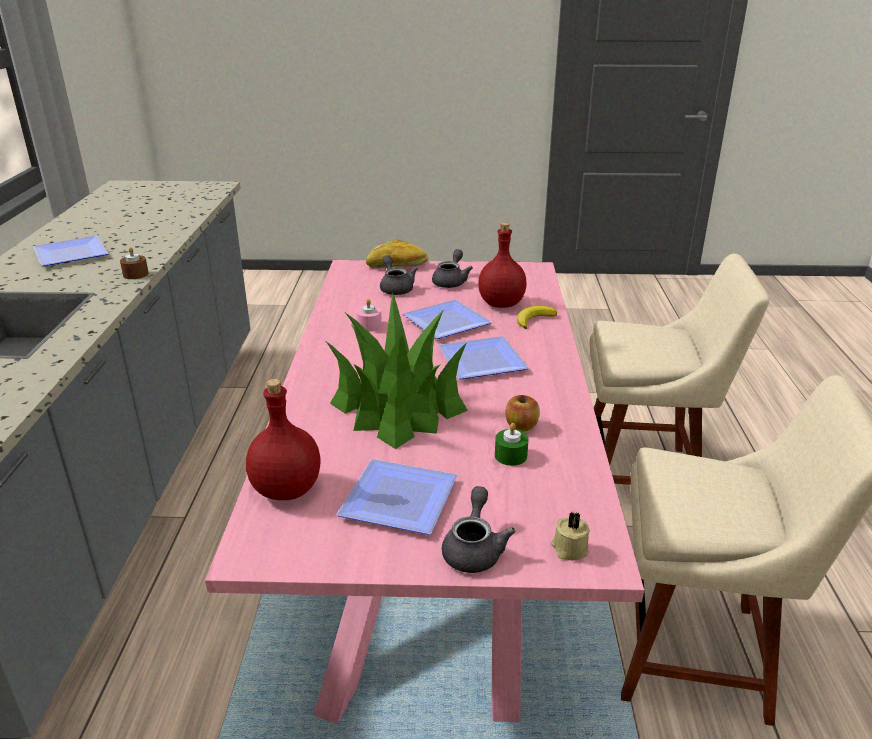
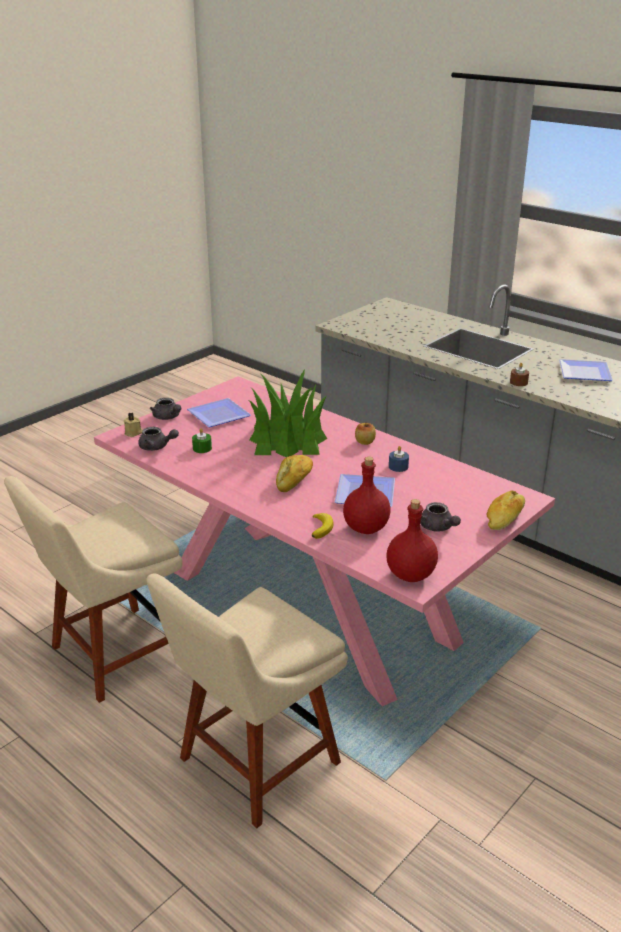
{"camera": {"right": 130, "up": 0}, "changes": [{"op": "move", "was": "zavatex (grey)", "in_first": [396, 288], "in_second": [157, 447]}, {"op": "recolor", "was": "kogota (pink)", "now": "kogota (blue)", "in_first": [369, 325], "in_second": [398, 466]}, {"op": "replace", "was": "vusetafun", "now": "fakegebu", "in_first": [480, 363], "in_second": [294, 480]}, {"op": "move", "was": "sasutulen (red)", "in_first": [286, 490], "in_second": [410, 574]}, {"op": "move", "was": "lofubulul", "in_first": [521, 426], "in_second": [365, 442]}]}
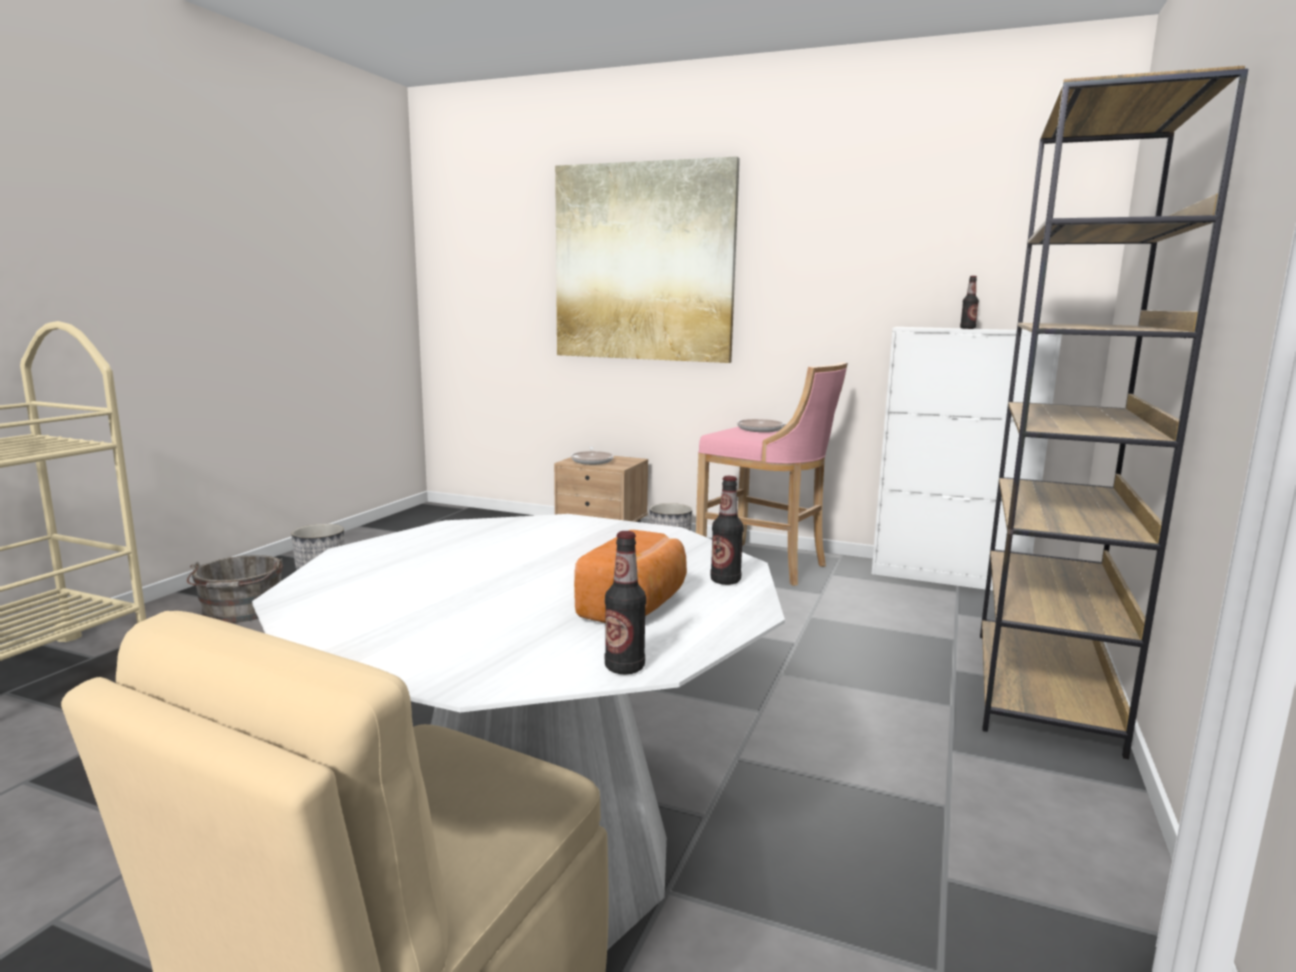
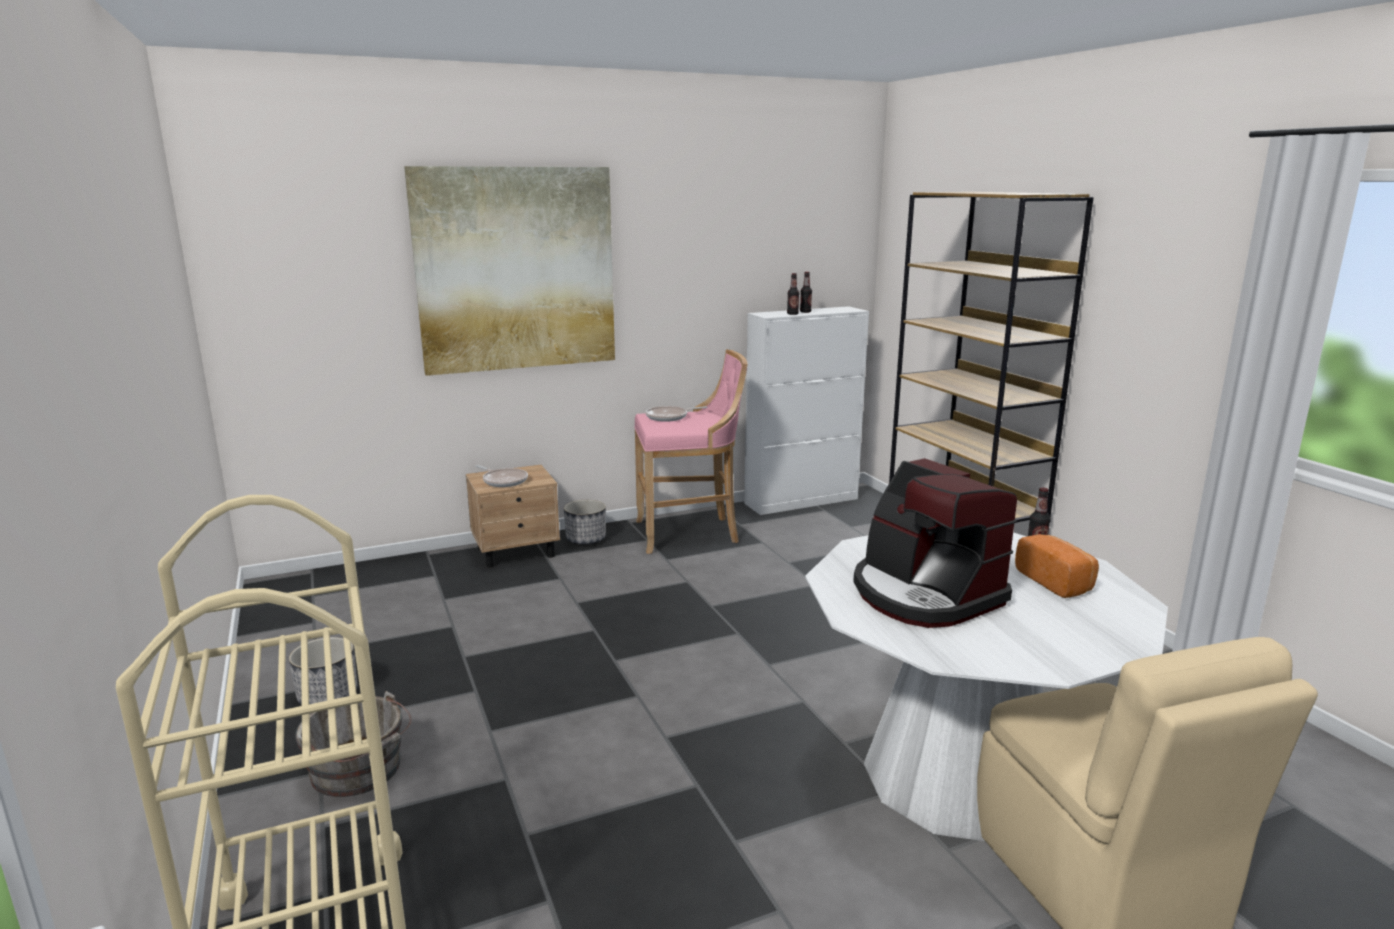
{"camera": {"right": -45, "up": 5}, "changes": [{"op": "move", "was": "sasutulen", "in_first": [624, 667], "in_second": [792, 314]}, {"op": "insert", "now": "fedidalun", "in_second": [924, 594]}]}
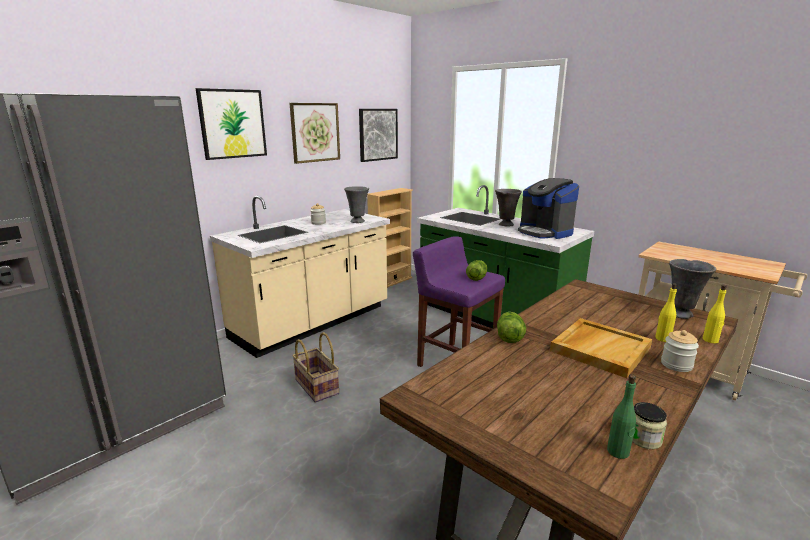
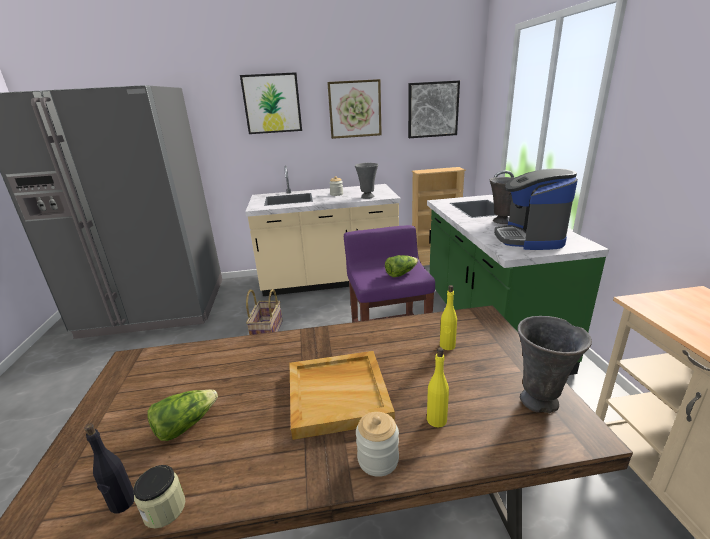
{"camera": {"right": 40, "up": 5}, "changes": [{"op": "move", "was": "sasutulen (yellow)", "in_first": [710, 340], "in_second": [447, 346]}, {"op": "move", "was": "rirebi", "in_first": [509, 336], "in_second": [185, 425]}, {"op": "recolor", "was": "sasutulen (green)", "now": "sasutulen (black)", "in_first": [618, 452], "in_second": [122, 502]}]}
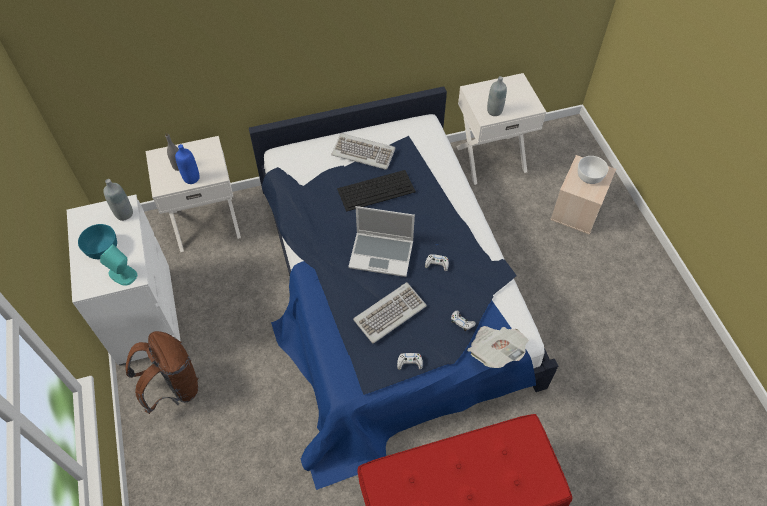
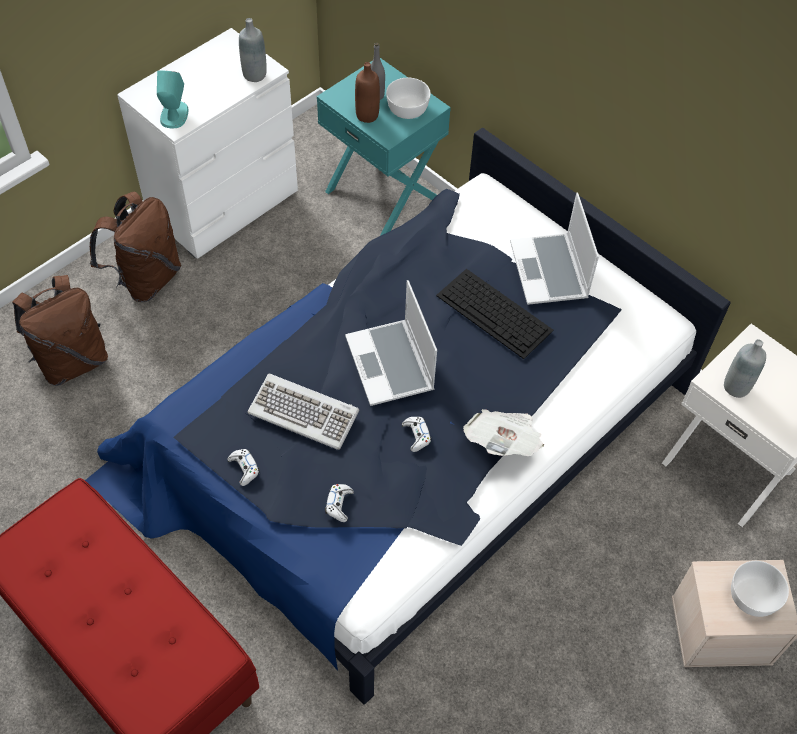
{"camera": {"right": 60, "up": 0}, "changes": [{"op": "replace", "was": "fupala", "now": "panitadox", "in_first": [364, 152], "in_second": [550, 271]}, {"op": "recolor", "was": "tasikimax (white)", "now": "tasikimax (turquoise)", "in_first": [206, 222], "in_second": [383, 193]}, {"op": "recolor", "was": "sasutulen (blue)", "now": "sasutulen (brown)", "in_first": [191, 178], "in_second": [367, 115]}, {"op": "delete", "was": "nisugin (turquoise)", "in_first": [102, 248]}, {"op": "move", "was": "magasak", "in_first": [495, 351], "in_second": [503, 443]}, {"op": "insert", "now": "nisugin (white)", "in_second": [407, 108]}, {"op": "insert", "now": "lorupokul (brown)", "in_second": [72, 360]}]}
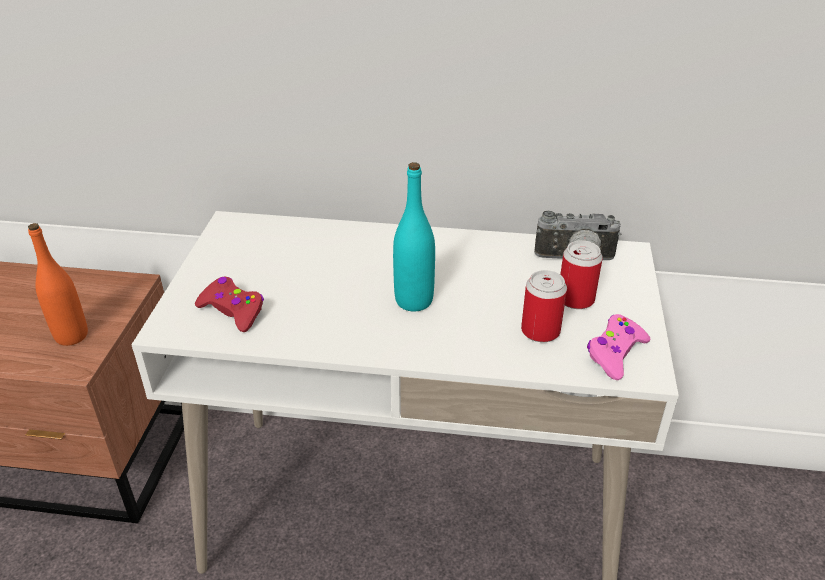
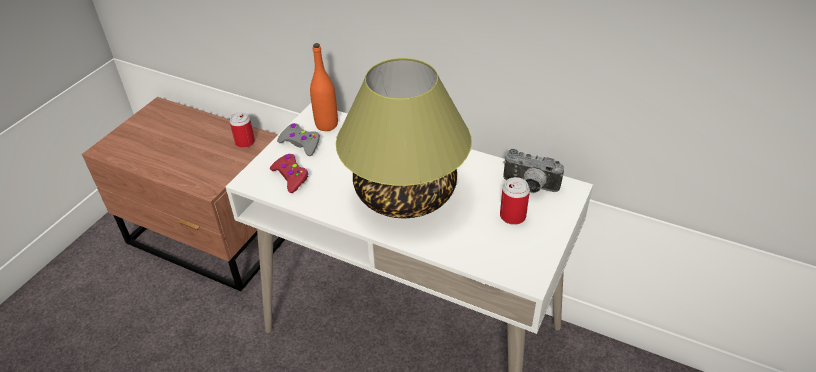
{"camera": {"right": 20, "up": 5}, "changes": [{"op": "replace", "was": "sasutulen (turquoise)", "now": "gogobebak", "in_first": [414, 301], "in_second": [404, 194]}, {"op": "move", "was": "sasutulen (orange)", "in_first": [71, 336], "in_second": [326, 125]}, {"op": "move", "was": "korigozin", "in_first": [540, 331], "in_second": [245, 142]}, {"op": "delete", "was": "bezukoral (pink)", "in_first": [615, 353]}, {"op": "insert", "now": "bezukoral (grey)", "in_second": [301, 143]}]}
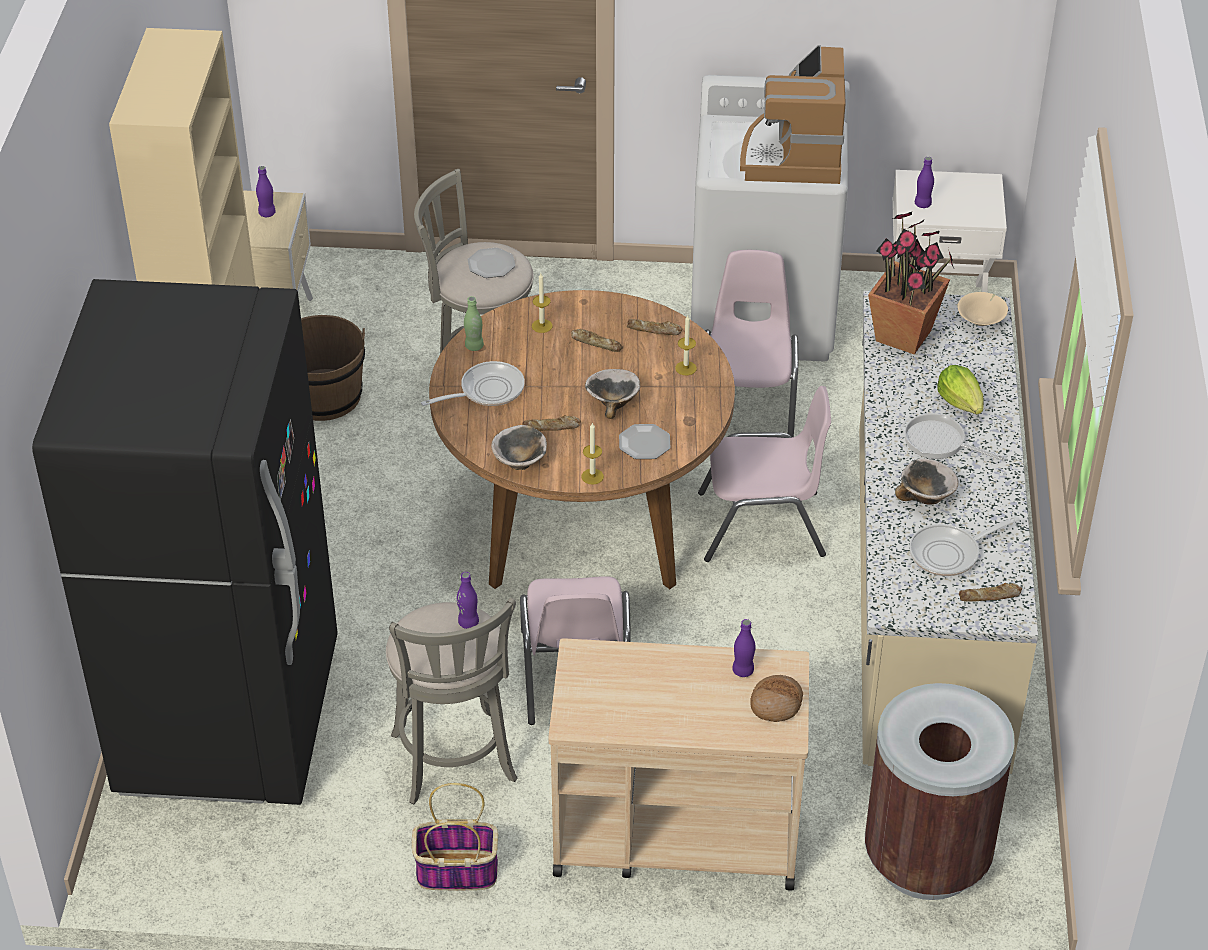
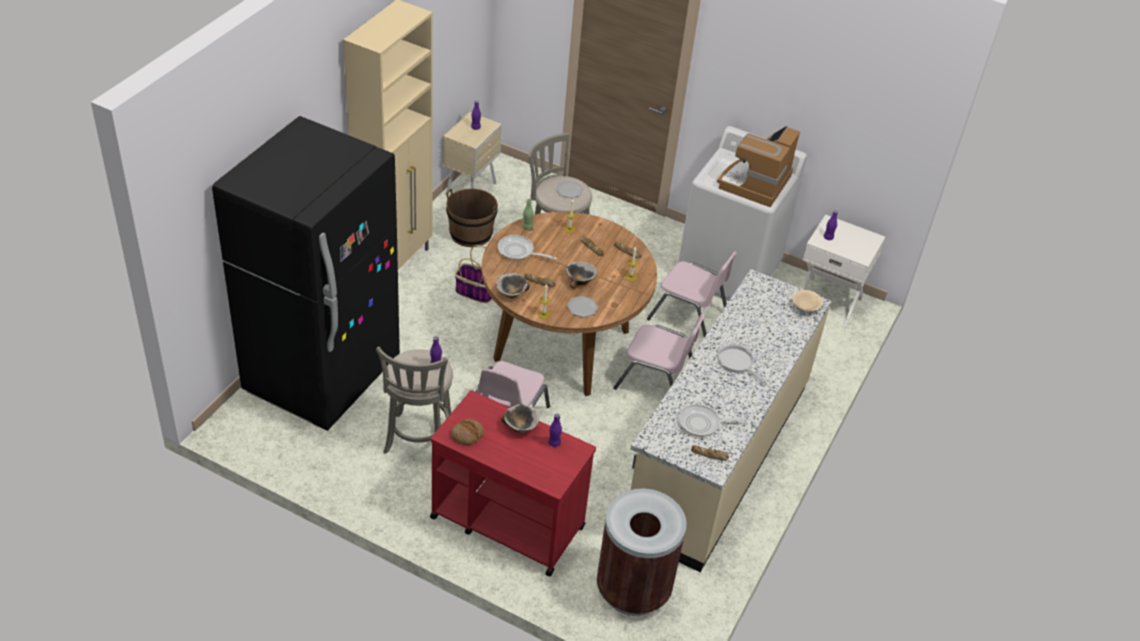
{"camera": {"right": 20, "up": 0}, "changes": [{"op": "delete", "was": "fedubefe", "in_first": [904, 336]}, {"op": "rotate", "was": "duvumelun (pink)", "in_first": [747, 406], "in_second": [688, 317], "clockwise": 90}, {"op": "rotate", "was": "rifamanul", "in_first": [486, 391], "in_second": [518, 252], "clockwise": -150}, {"op": "delete", "was": "rirebi", "in_first": [961, 402]}, {"op": "move", "was": "nisugin", "in_first": [926, 496], "in_second": [520, 427]}, {"op": "recolor", "was": "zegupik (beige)", "now": "zegupik (red)", "in_first": [674, 833], "in_second": [506, 521]}, {"op": "move", "was": "fakegebu", "in_first": [776, 703], "in_second": [467, 435]}, {"op": "move", "was": "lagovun", "in_first": [455, 872], "in_second": [474, 292]}]}
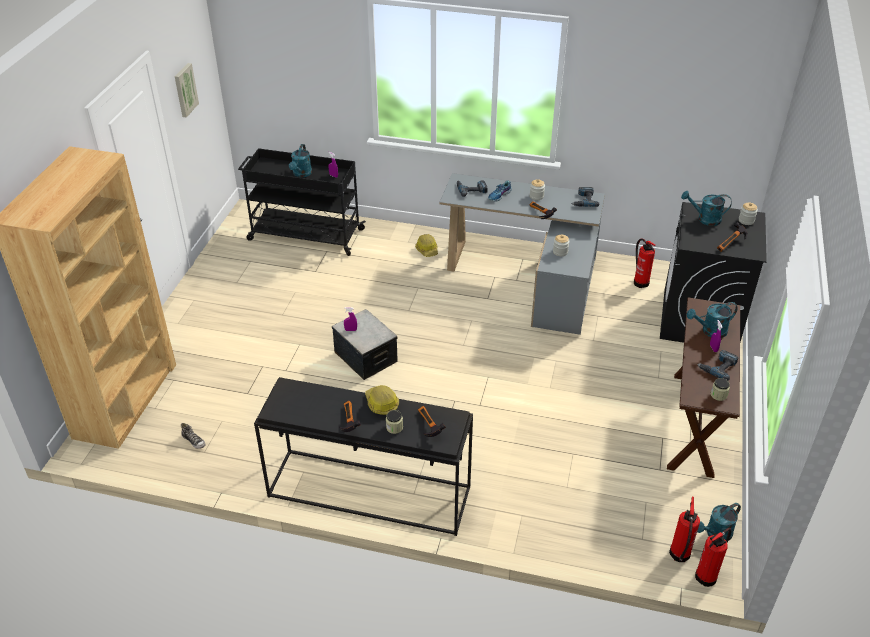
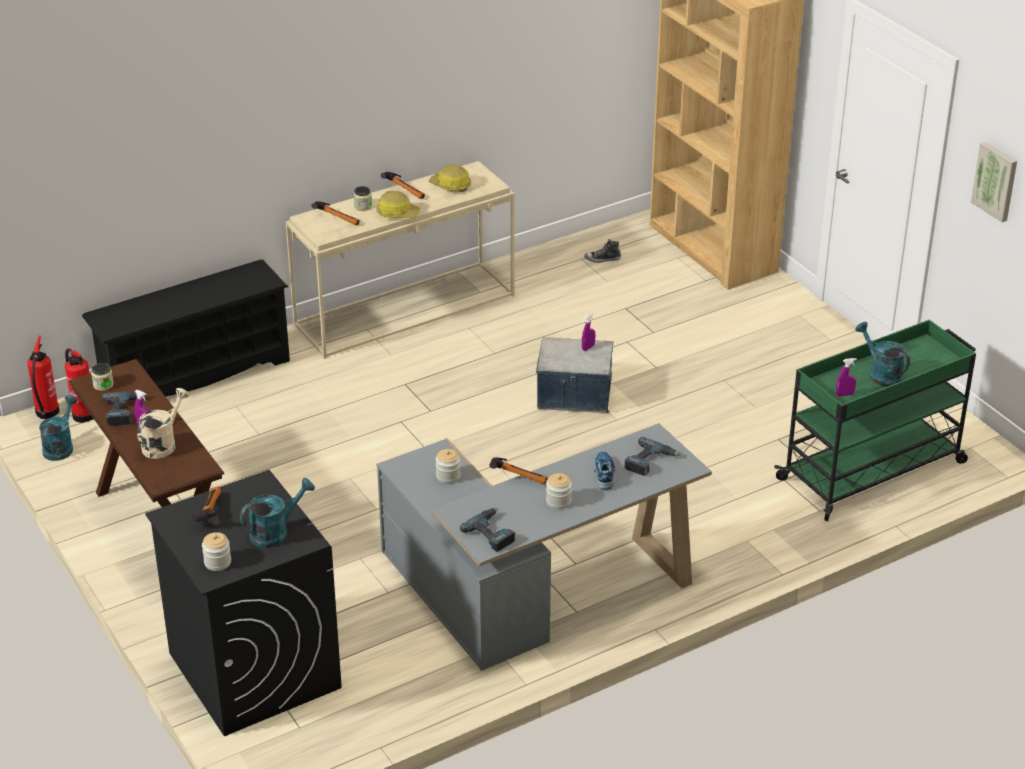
{"camera": {"right": 135, "up": -5}, "changes": [{"op": "recolor", "was": "zegupik (black)", "now": "zegupik (green)", "in_first": [304, 234], "in_second": [873, 470]}, {"op": "move", "was": "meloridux", "in_first": [427, 250], "in_second": [450, 186]}, {"op": "delete", "was": "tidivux", "in_first": [640, 282]}, {"op": "recolor", "was": "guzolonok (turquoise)", "now": "guzolonok (beige)", "in_first": [710, 331], "in_second": [163, 444]}, {"op": "recolor", "was": "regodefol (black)", "now": "regodefol (beige)", "in_first": [367, 493], "in_second": [405, 309]}, {"op": "insert", "now": "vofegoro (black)", "in_second": [194, 374]}]}
